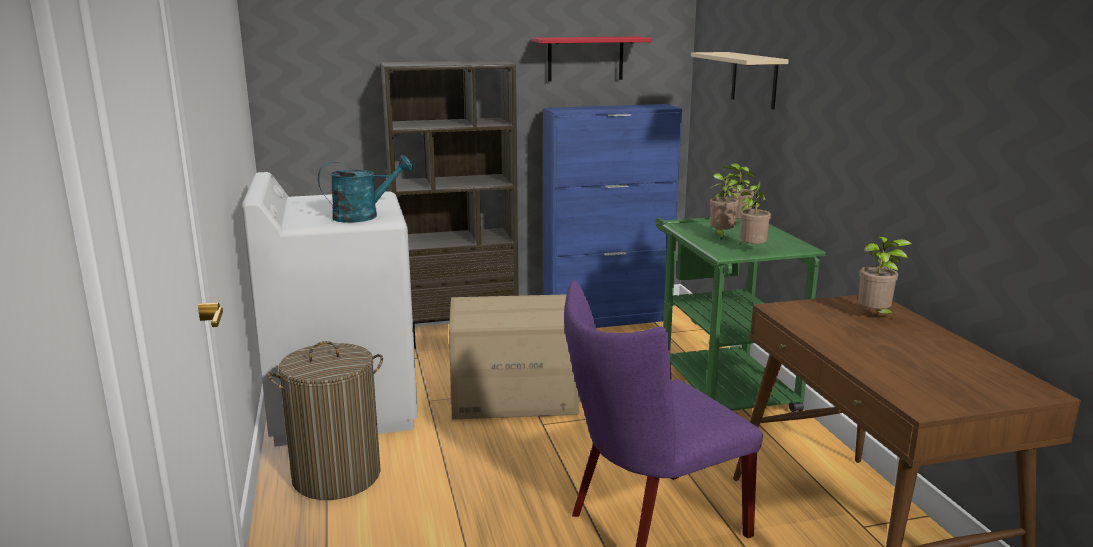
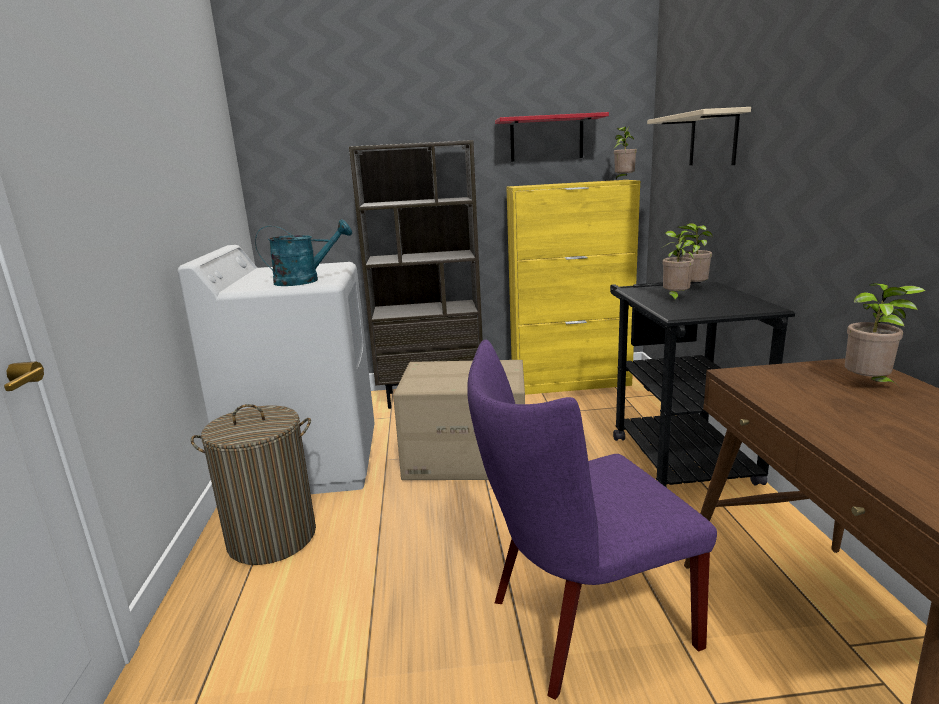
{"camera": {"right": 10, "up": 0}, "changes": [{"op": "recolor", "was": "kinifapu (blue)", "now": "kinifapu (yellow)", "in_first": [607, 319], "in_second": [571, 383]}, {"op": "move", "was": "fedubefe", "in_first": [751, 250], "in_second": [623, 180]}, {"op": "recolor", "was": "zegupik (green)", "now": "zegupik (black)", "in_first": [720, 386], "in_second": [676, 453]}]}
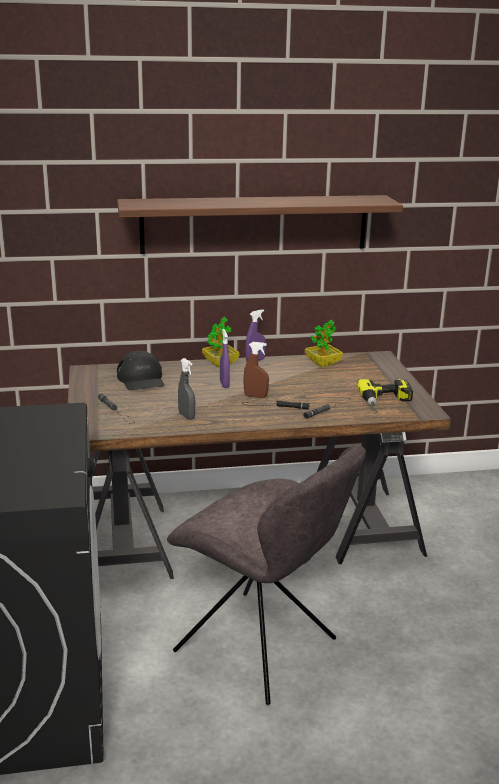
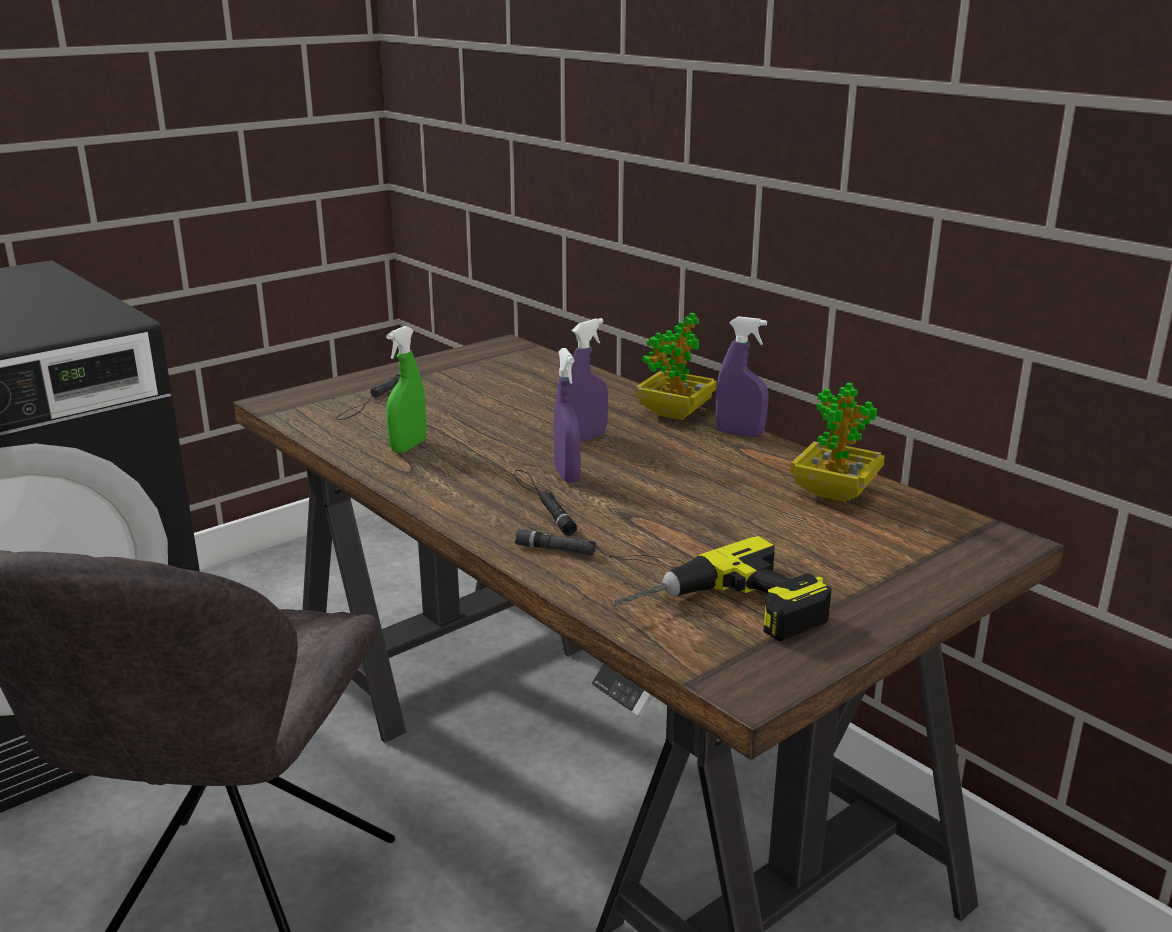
{"camera": {"right": 60, "up": 0}, "changes": [{"op": "delete", "was": "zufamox", "in_first": [254, 224]}, {"op": "recolor", "was": "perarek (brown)", "now": "perarek (purple)", "in_first": [255, 396], "in_second": [567, 475]}, {"op": "delete", "was": "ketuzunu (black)", "in_first": [141, 379]}, {"op": "recolor", "was": "perarek (grey)", "now": "perarek (green)", "in_first": [186, 416], "in_second": [408, 447]}]}
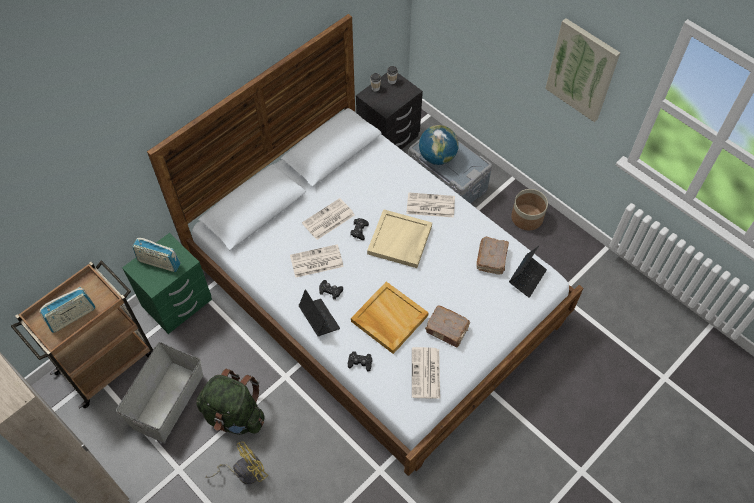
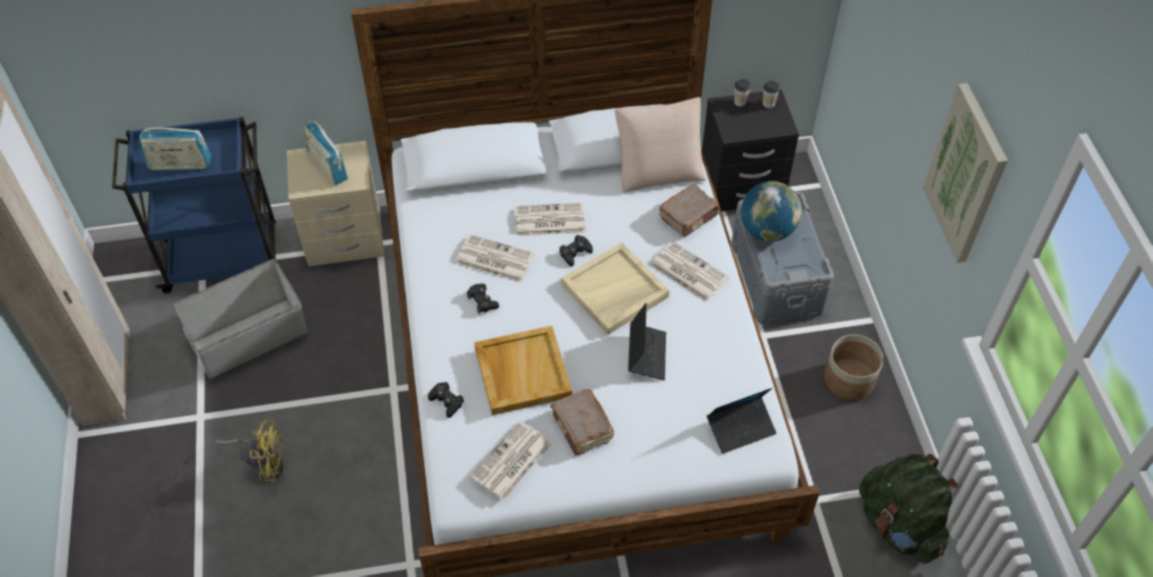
{"camera": {"right": 35, "up": -5}, "changes": [{"op": "recolor", "was": "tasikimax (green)", "now": "tasikimax (beige)", "in_first": [177, 303], "in_second": [344, 239]}, {"op": "move", "was": "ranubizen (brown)", "in_first": [492, 259], "in_second": [689, 217]}, {"op": "recolor", "was": "zegupik (brown)", "now": "zegupik (blue)", "in_first": [107, 361], "in_second": [224, 258]}, {"op": "move", "was": "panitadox", "in_first": [319, 319], "in_second": [646, 355]}, {"op": "move", "was": "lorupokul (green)", "in_first": [234, 415], "in_second": [900, 525]}, {"op": "insert", "now": "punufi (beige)", "in_second": [659, 169]}]}
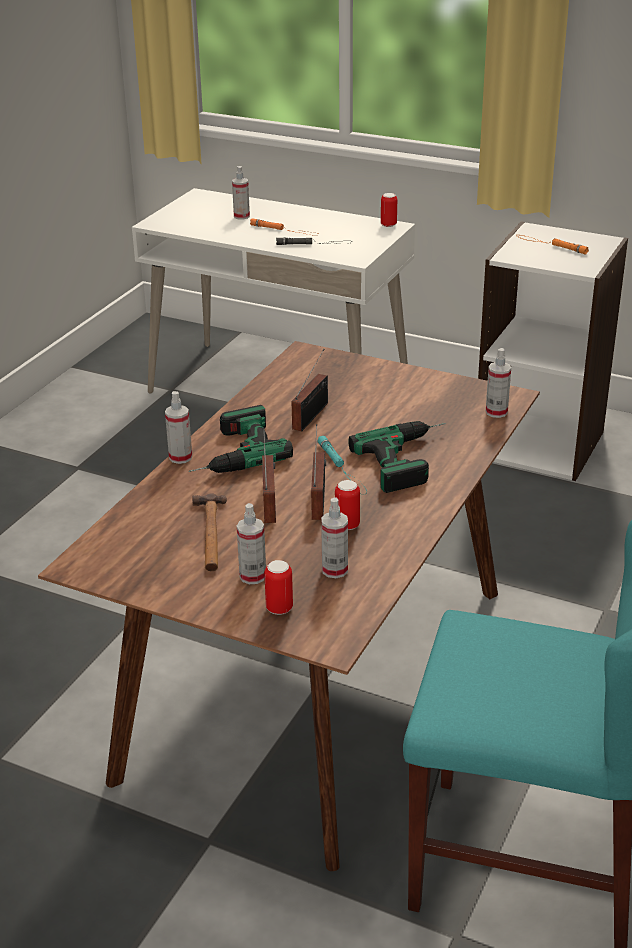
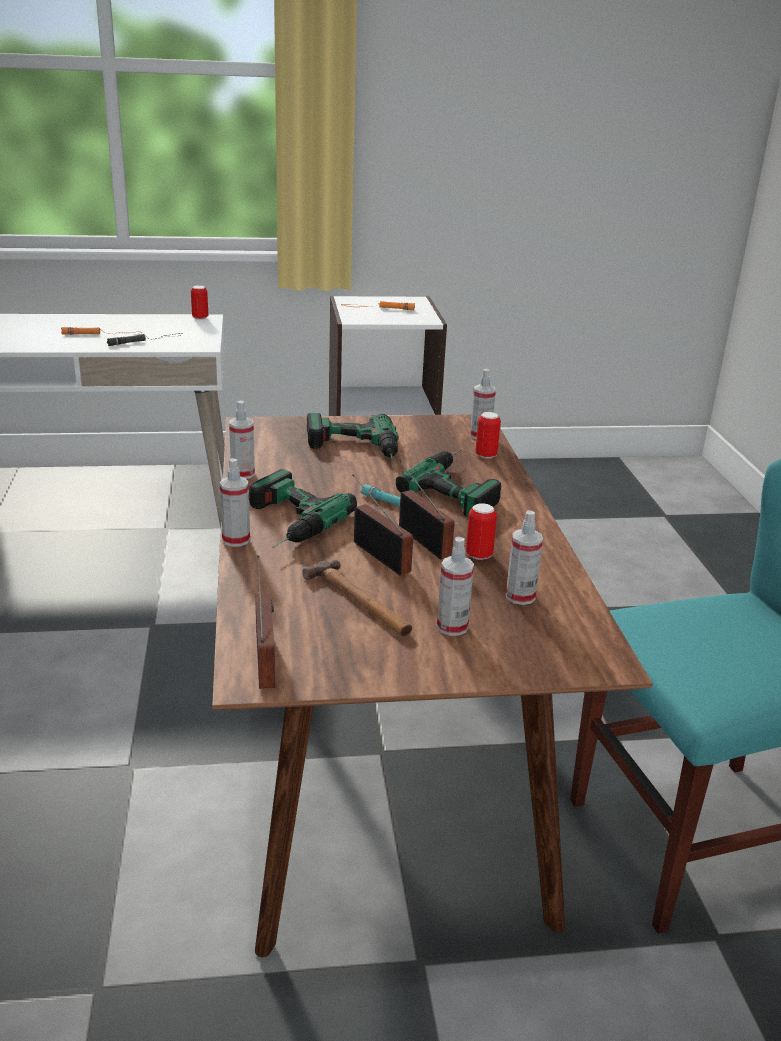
{"camera": {"right": -35, "up": -5}, "changes": [{"op": "move", "was": "perarek", "in_first": [241, 216], "in_second": [242, 474]}, {"op": "move", "was": "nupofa", "in_first": [312, 414], "in_second": [266, 656]}, {"op": "move", "was": "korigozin", "in_first": [279, 608], "in_second": [486, 455]}, {"op": "insert", "now": "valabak", "in_second": [354, 450]}]}
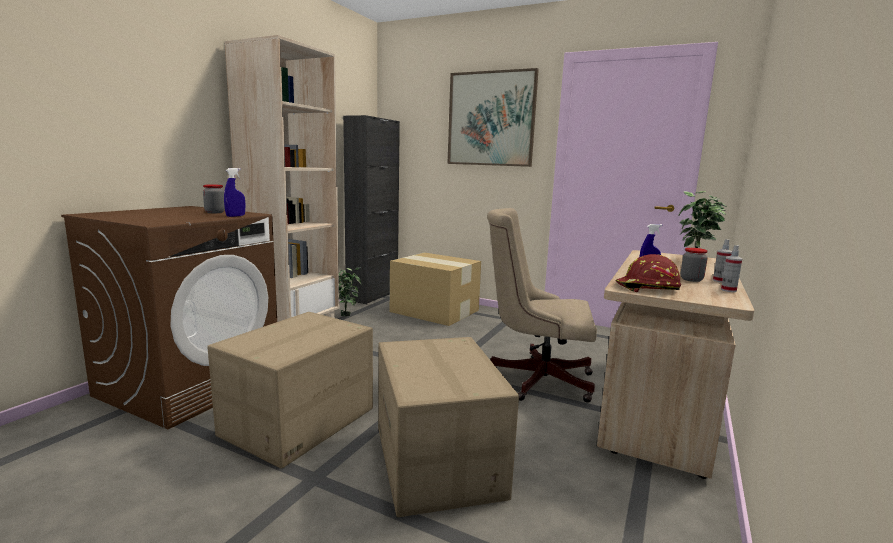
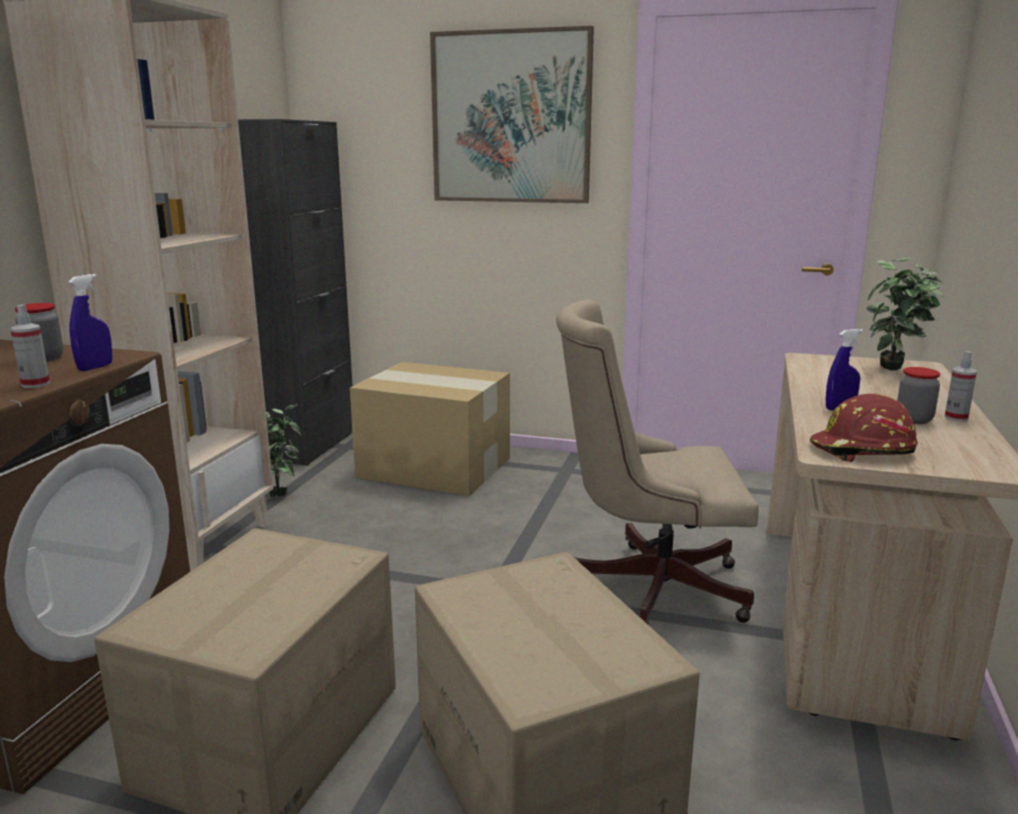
{"camera": {"right": -10, "up": 5}, "changes": [{"op": "move", "was": "perarek", "in_first": [728, 290], "in_second": [35, 384]}]}
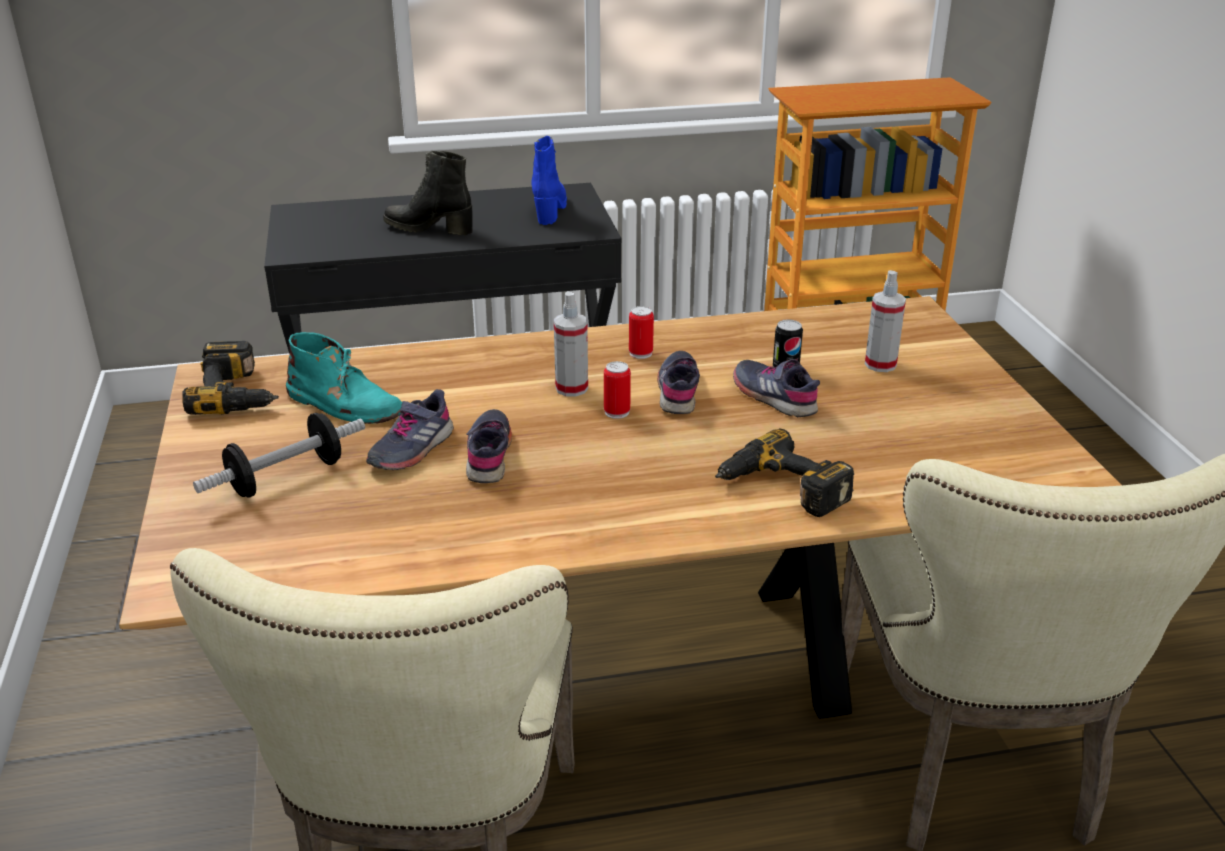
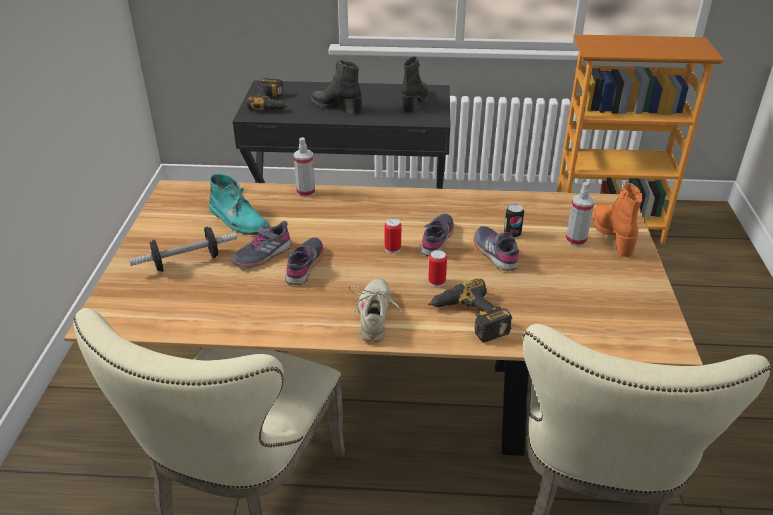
{"camera": {"right": 15, "up": 5}, "changes": [{"op": "recolor", "was": "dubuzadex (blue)", "now": "dubuzadex (black)", "in_first": [549, 209], "in_second": [415, 101]}, {"op": "move", "was": "perarek", "in_first": [571, 388], "in_second": [306, 192]}, {"op": "move", "was": "korigozin", "in_first": [640, 353], "in_second": [437, 282]}, {"op": "move", "was": "valabak", "in_first": [239, 393], "in_second": [273, 103]}, {"op": "insert", "now": "dubuzadex (orange)", "in_second": [613, 236]}, {"op": "insert", "now": "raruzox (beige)", "in_second": [375, 317]}]}
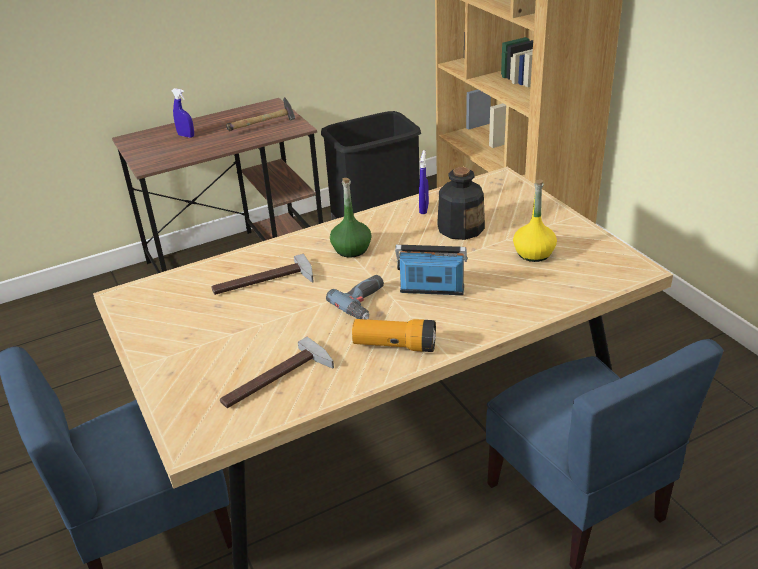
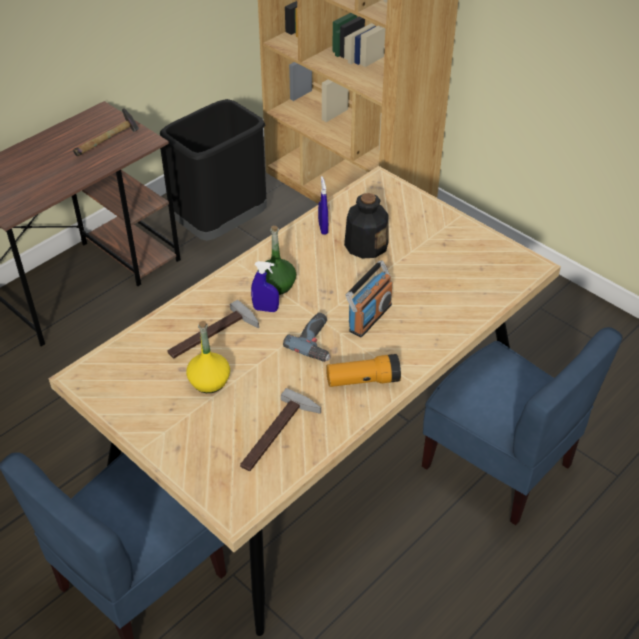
{"camera": {"right": -20, "up": 10}, "changes": [{"op": "move", "was": "perarek (blue)", "in_first": [186, 136], "in_second": [265, 309]}, {"op": "move", "was": "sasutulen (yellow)", "in_first": [533, 253], "in_second": [209, 381]}, {"op": "rotate", "was": "nupofa", "in_first": [432, 290], "in_second": [369, 317], "clockwise": 135}]}
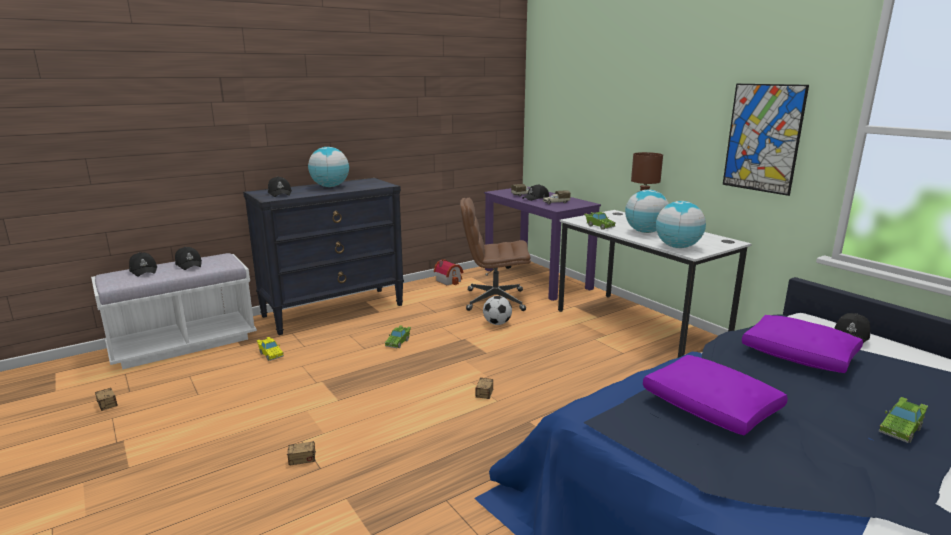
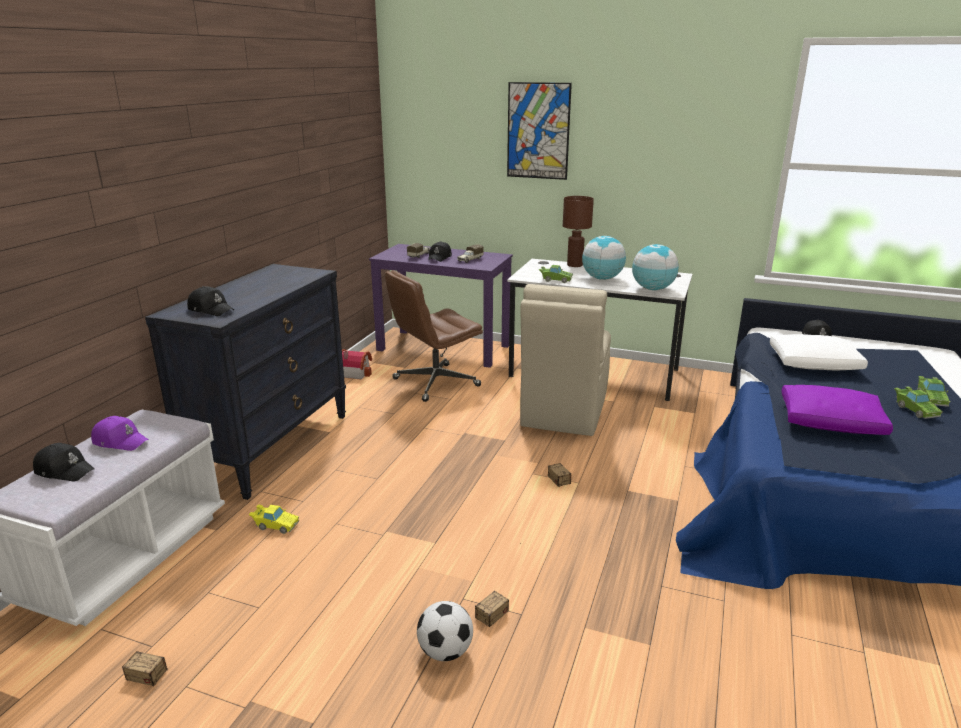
{"camera": {"right": -35, "up": 5}, "changes": [{"op": "move", "was": "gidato", "in_first": [763, 138], "in_second": [538, 131]}, {"op": "delete", "was": "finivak", "in_first": [330, 186]}, {"op": "recolor", "was": "ketuzunu (black)", "now": "ketuzunu (purple)", "in_first": [189, 264], "in_second": [120, 441]}, {"op": "move", "was": "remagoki", "in_first": [497, 323], "in_second": [445, 651]}, {"op": "recolor", "was": "punufi (purple)", "now": "punufi (white)", "in_first": [799, 356], "in_second": [815, 364]}, {"op": "move", "was": "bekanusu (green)", "in_first": [398, 342], "in_second": [914, 410]}, {"op": "insert", "now": "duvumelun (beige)", "in_second": [563, 412]}]}
